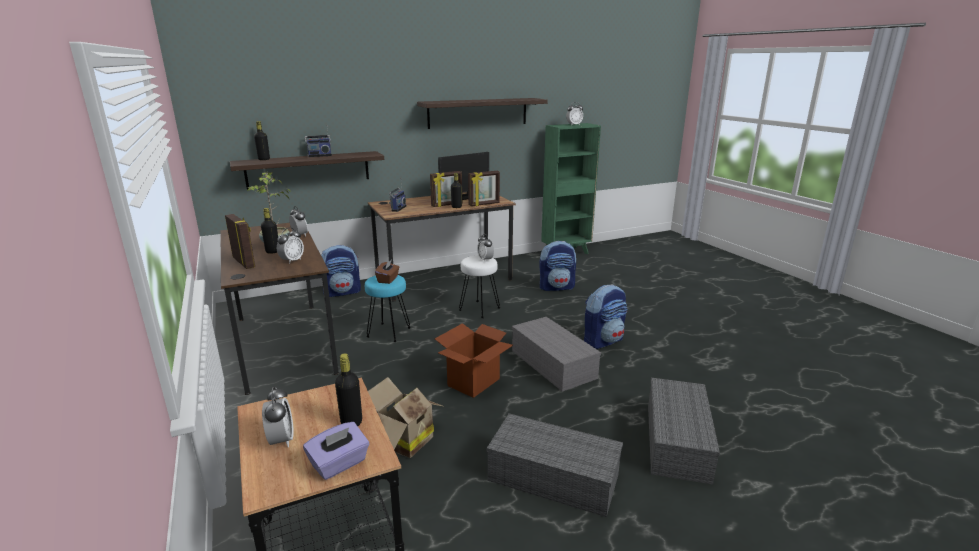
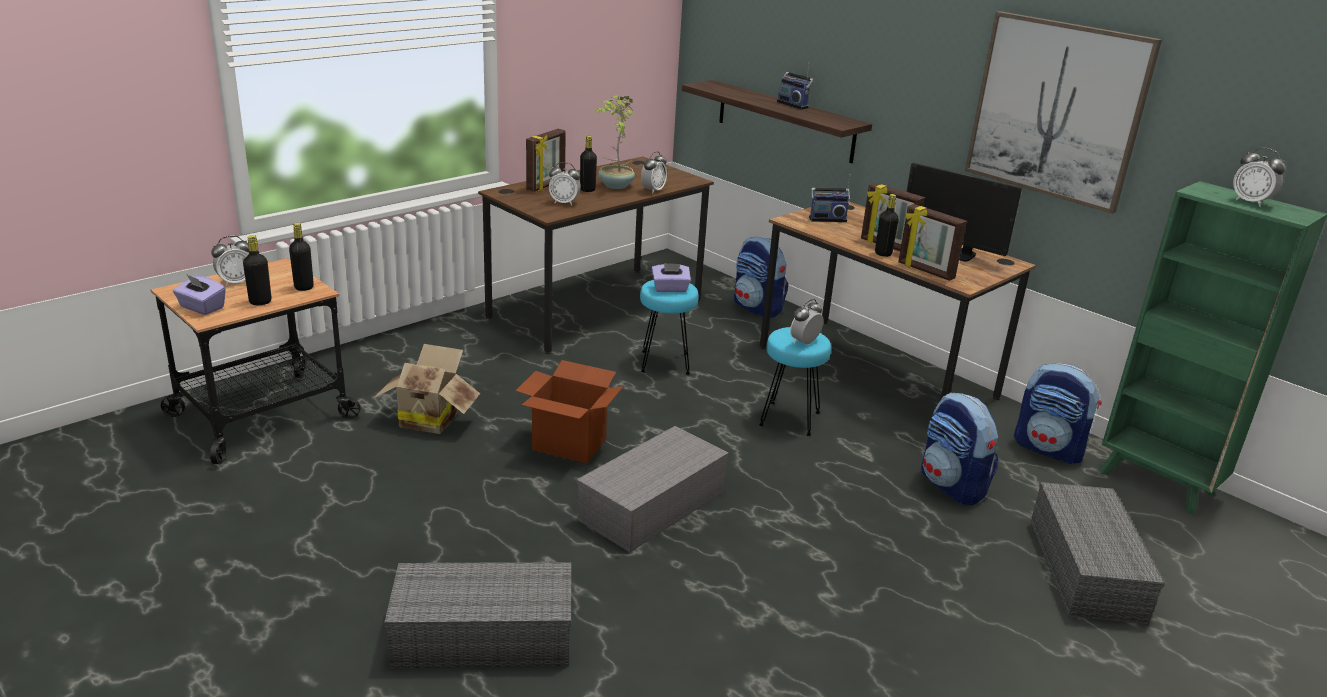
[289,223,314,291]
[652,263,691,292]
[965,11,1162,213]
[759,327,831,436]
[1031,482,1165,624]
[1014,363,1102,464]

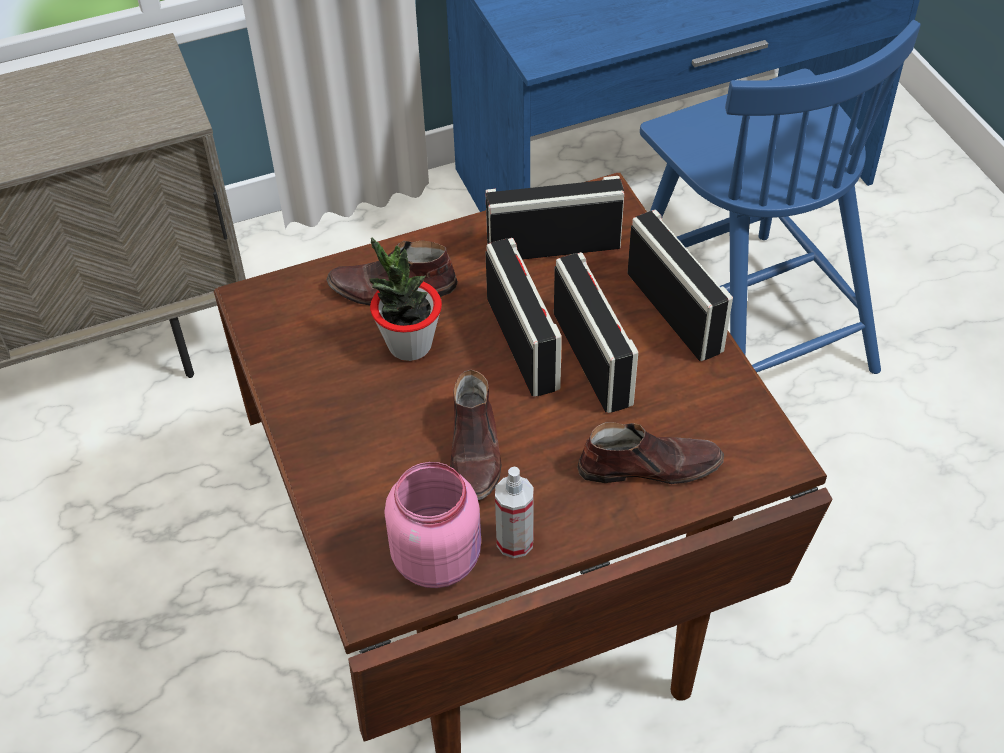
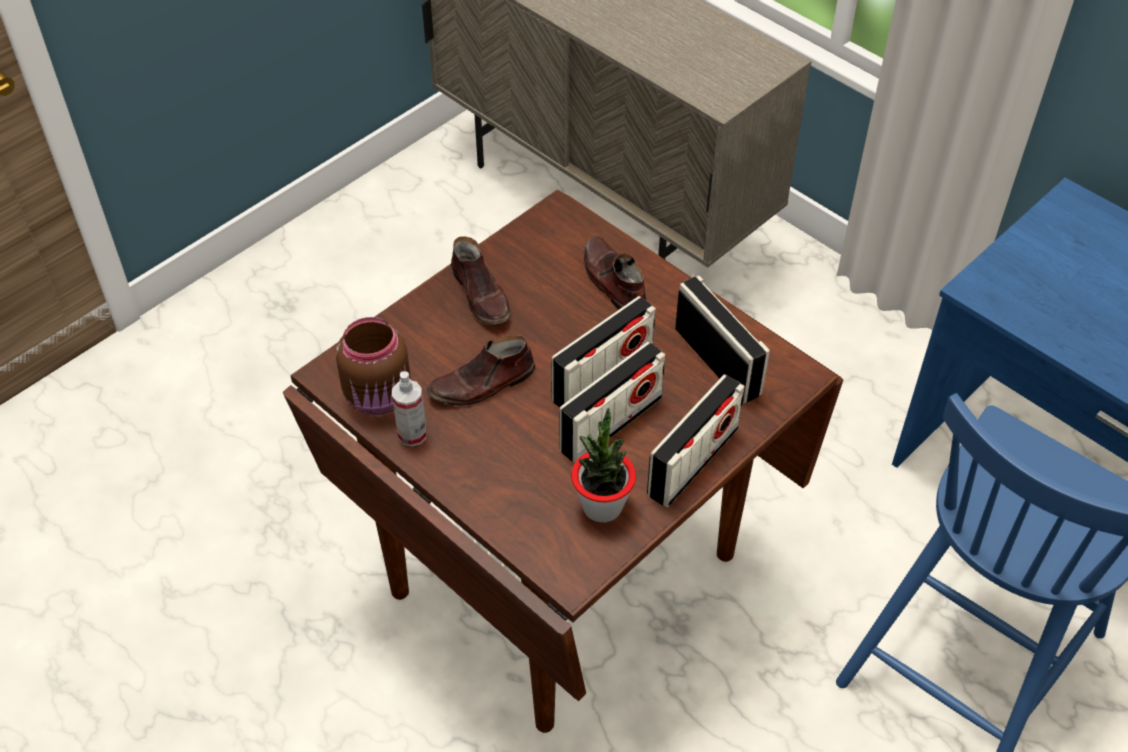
[571,408,636,523]
[336,317,411,415]
[451,236,510,324]

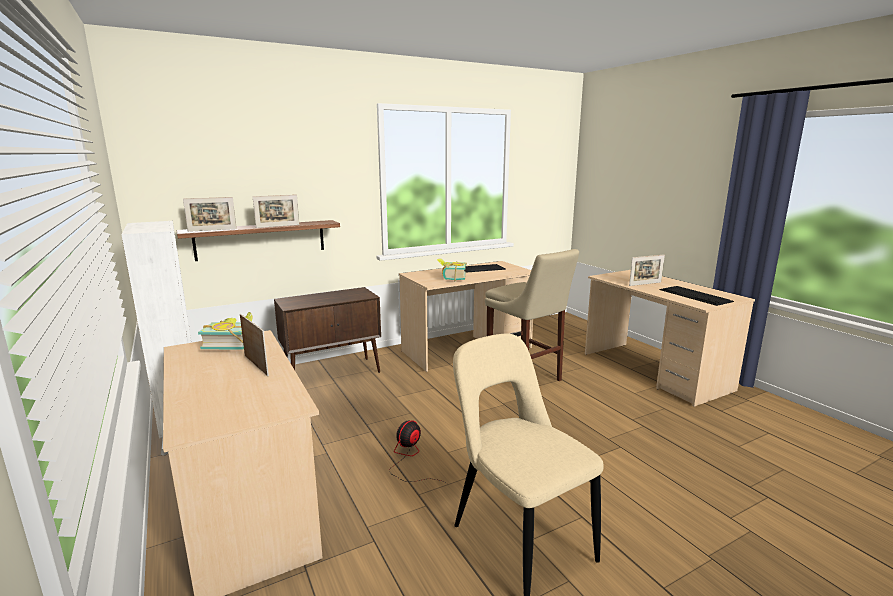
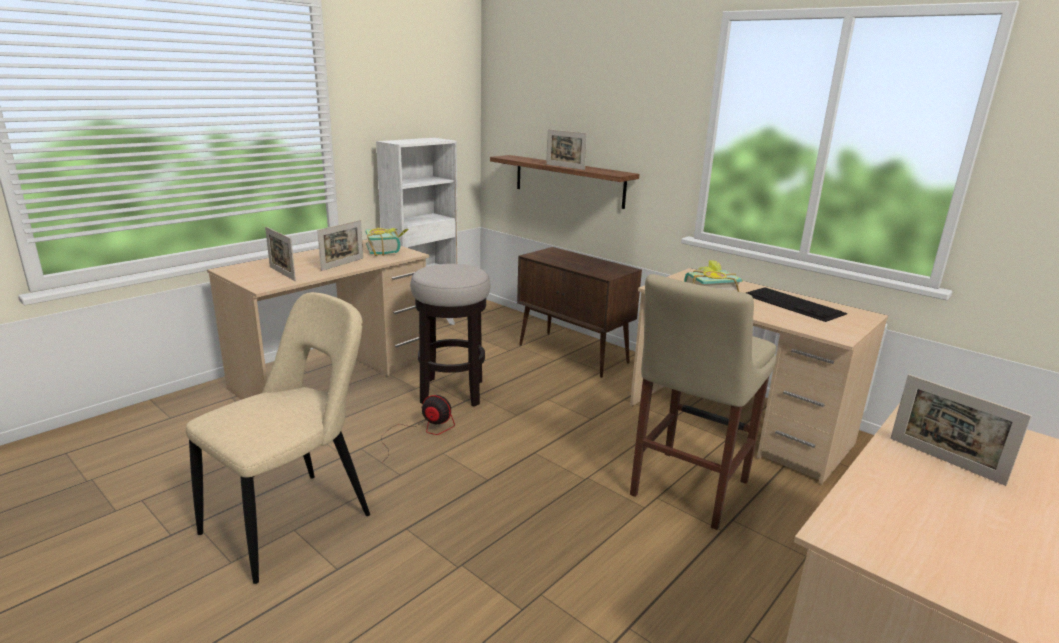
[265,227,296,281]
[659,286,734,306] (first image)
[410,264,490,407]

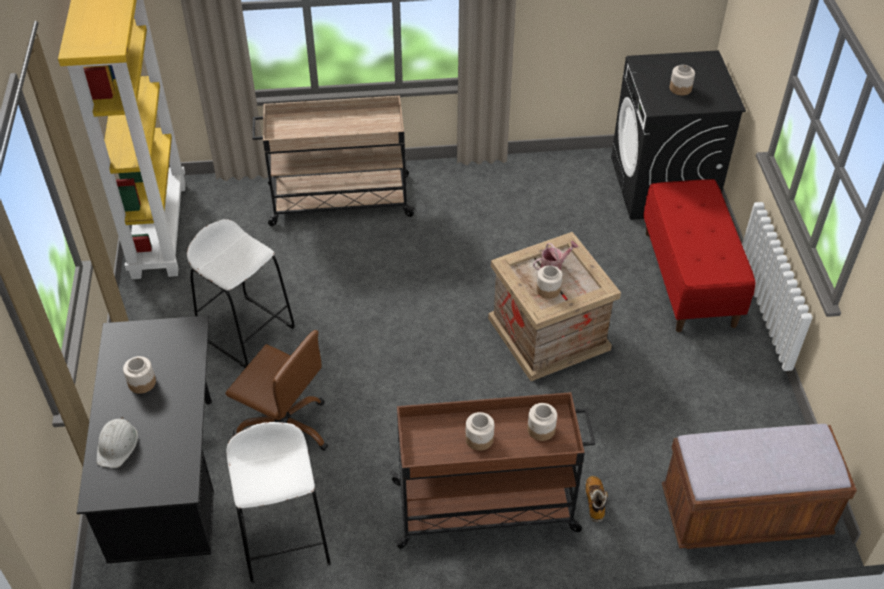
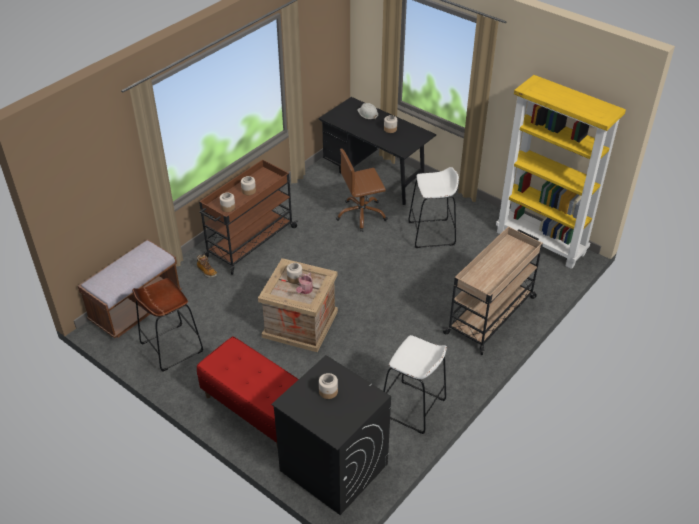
[383,335,447,434]
[132,278,203,372]

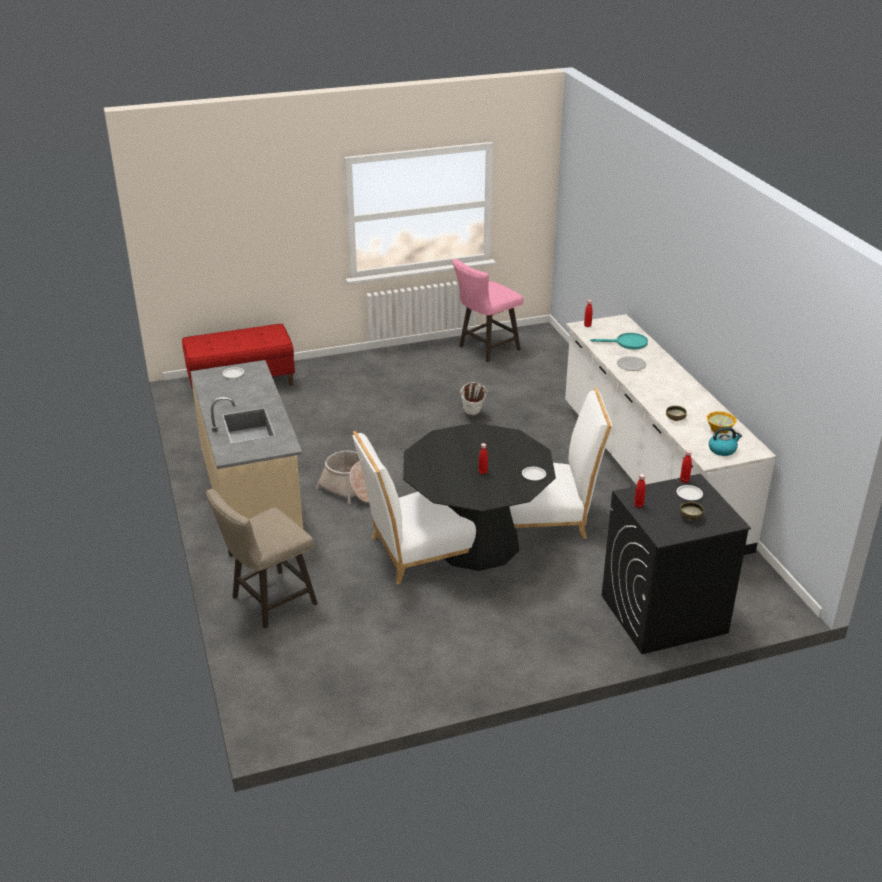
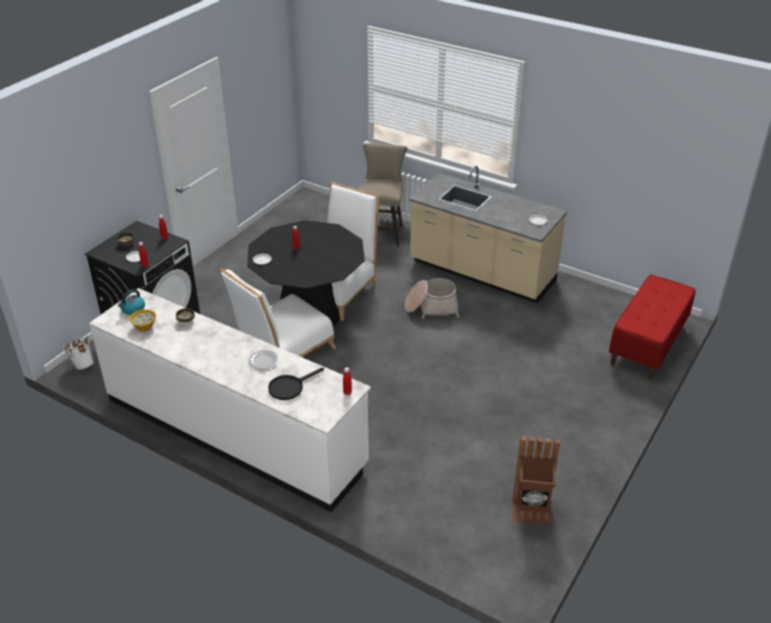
[512,436,560,525]
[63,336,94,370]
[268,367,324,400]

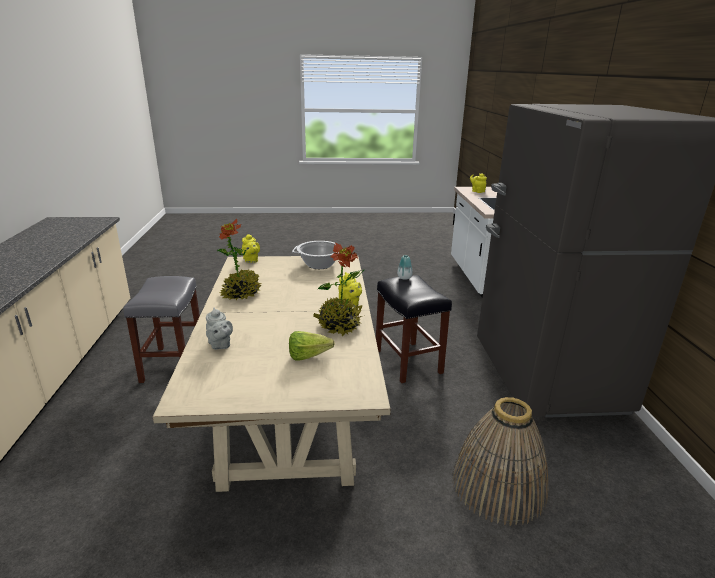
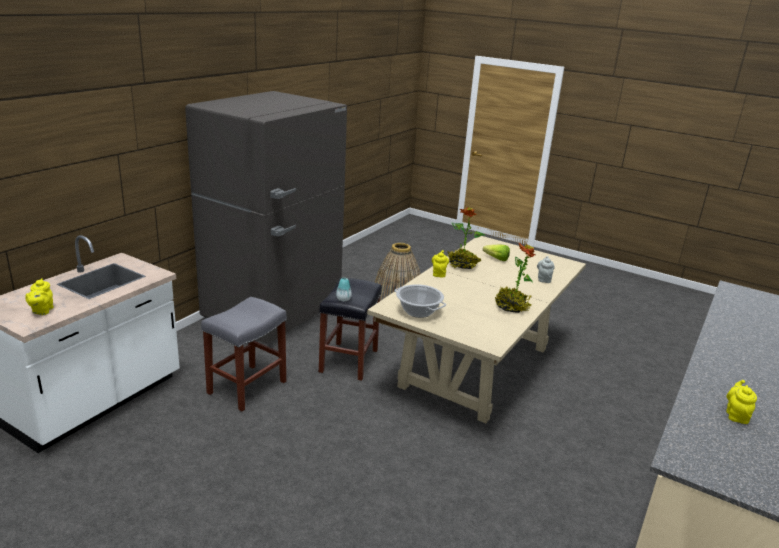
[201,297,287,411]
[726,380,757,424]

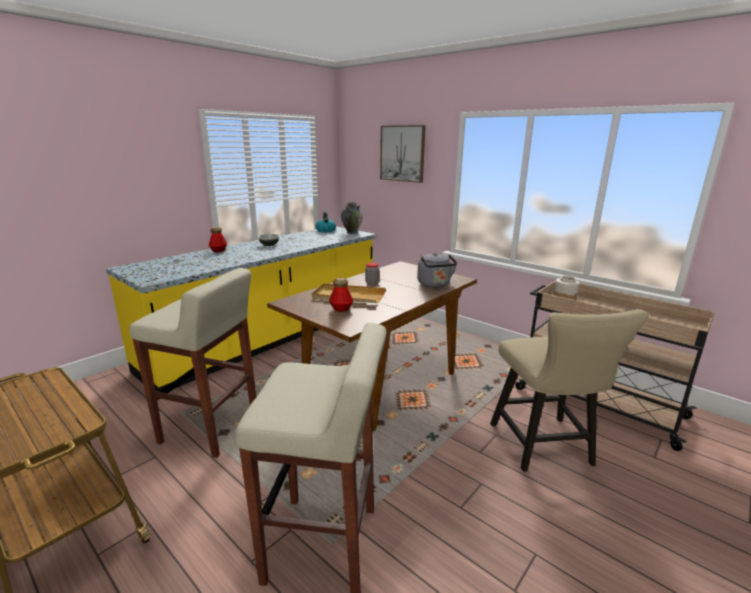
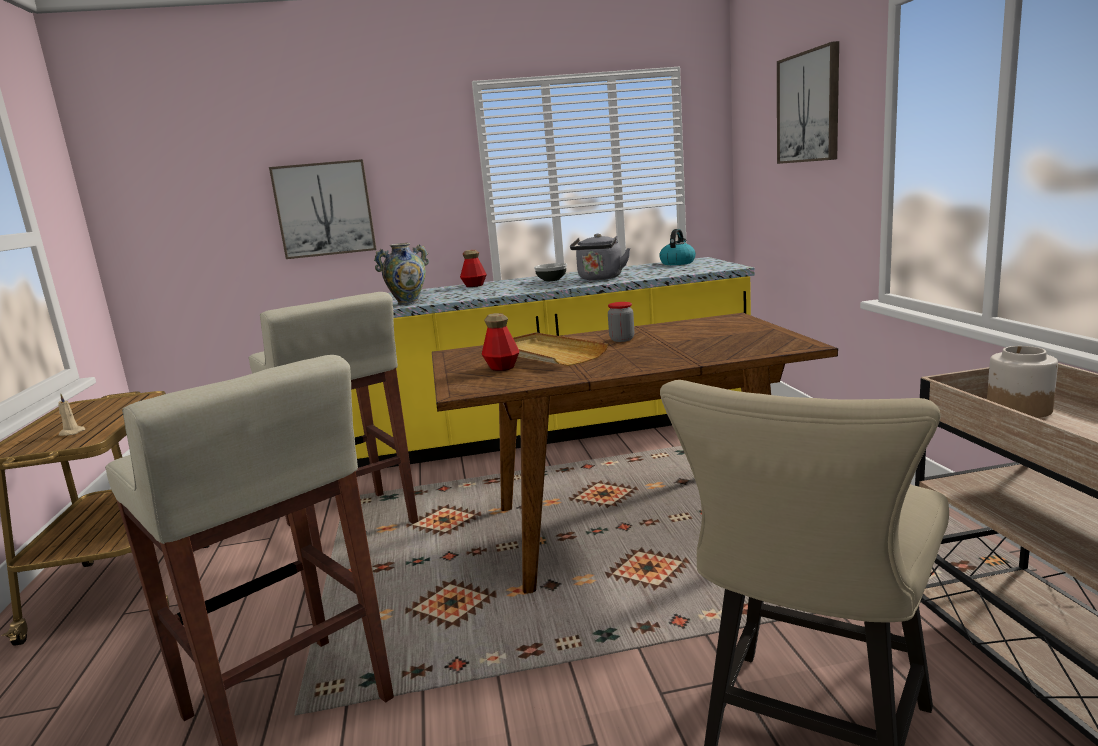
[374,243,429,305]
[570,234,630,280]
[58,394,85,436]
[269,159,377,259]

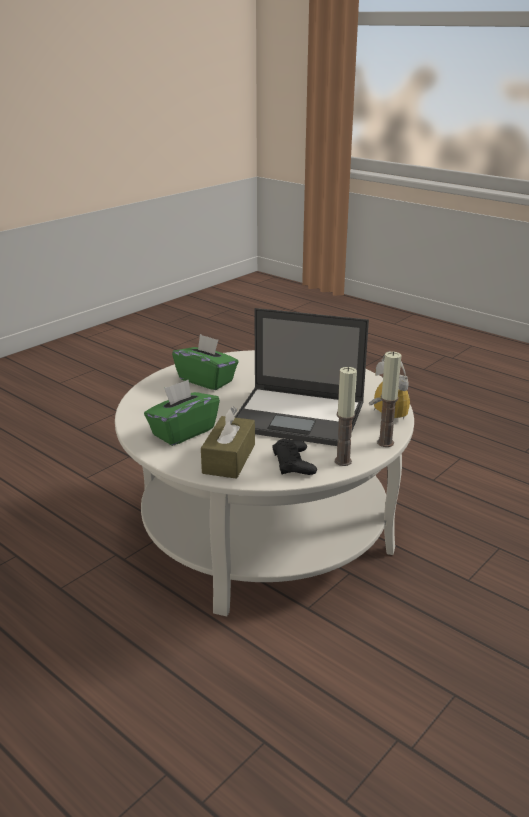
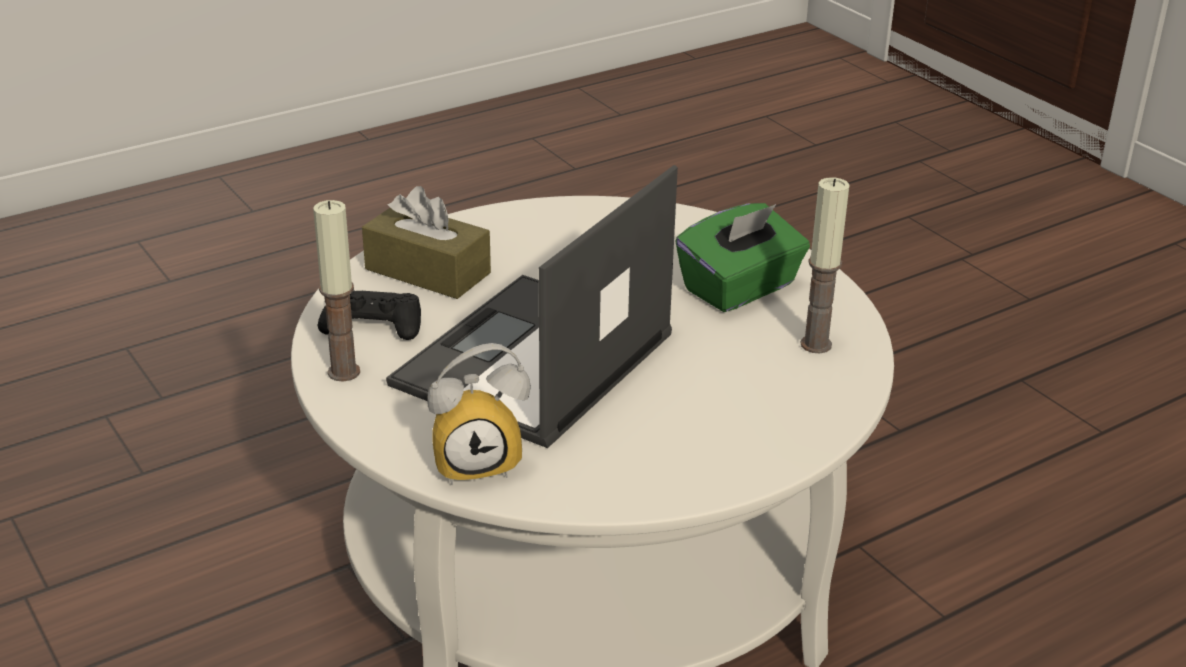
[144,380,220,446] (first image)
[801,177,850,353]

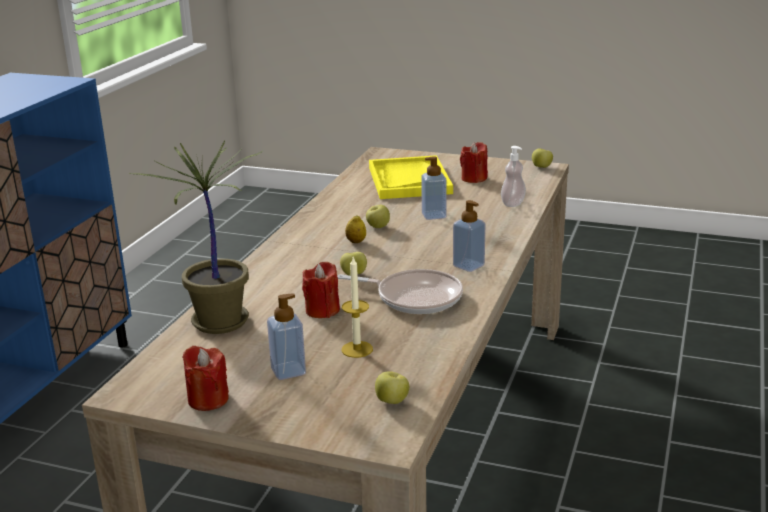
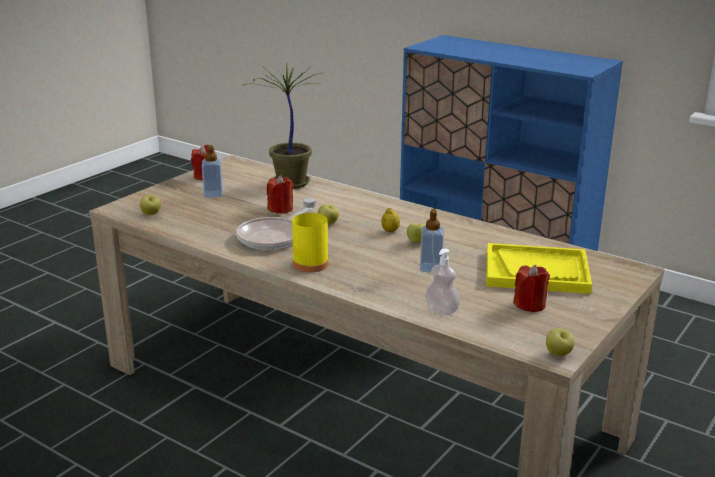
[342,257,373,358] (first image)
[292,198,329,272]

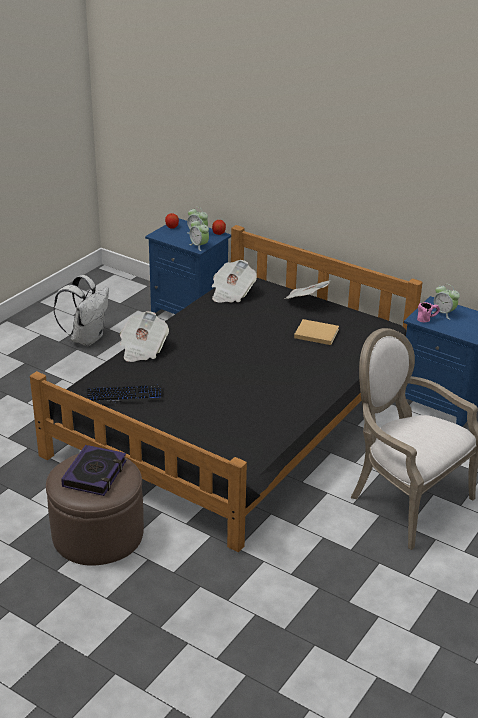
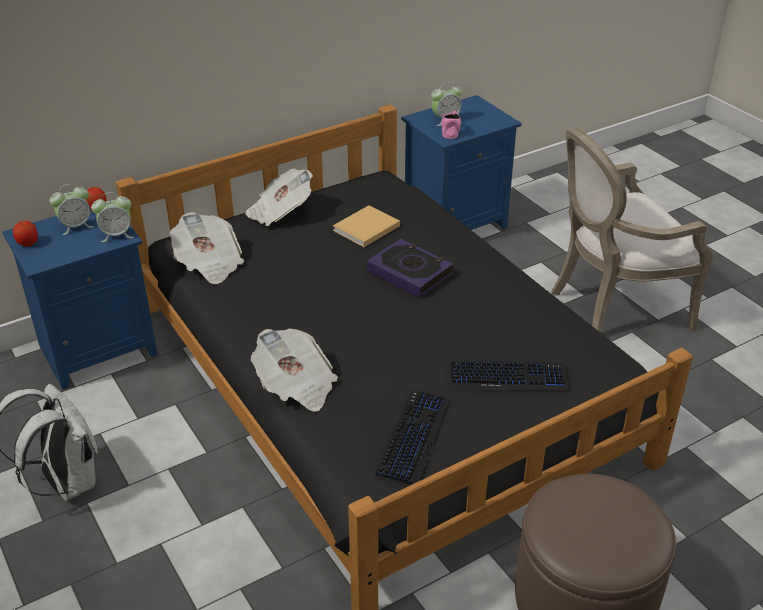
[367,239,454,298]
[450,360,568,390]

